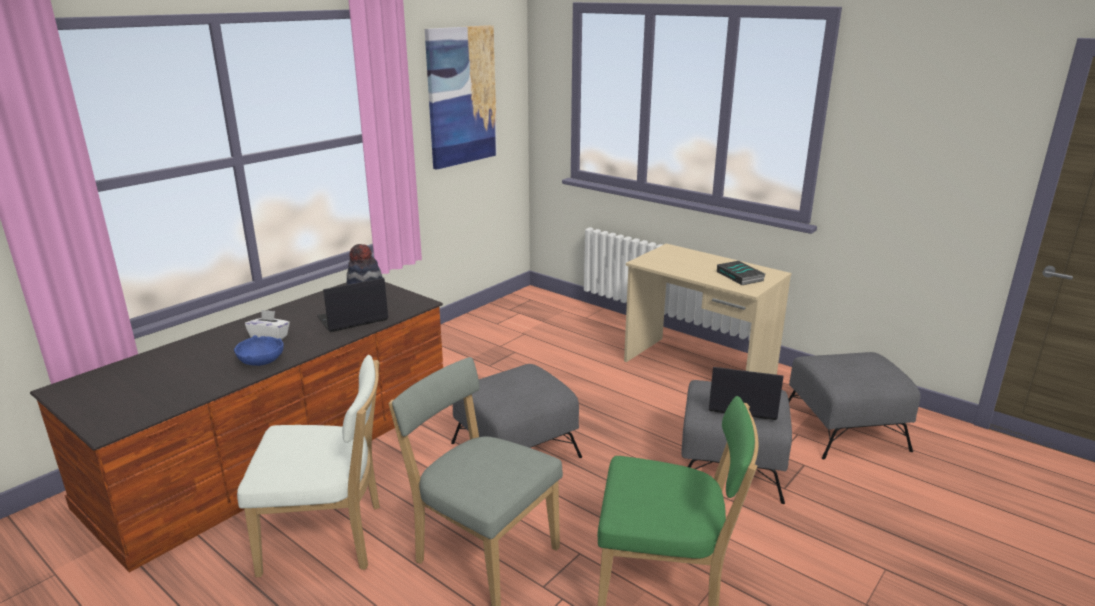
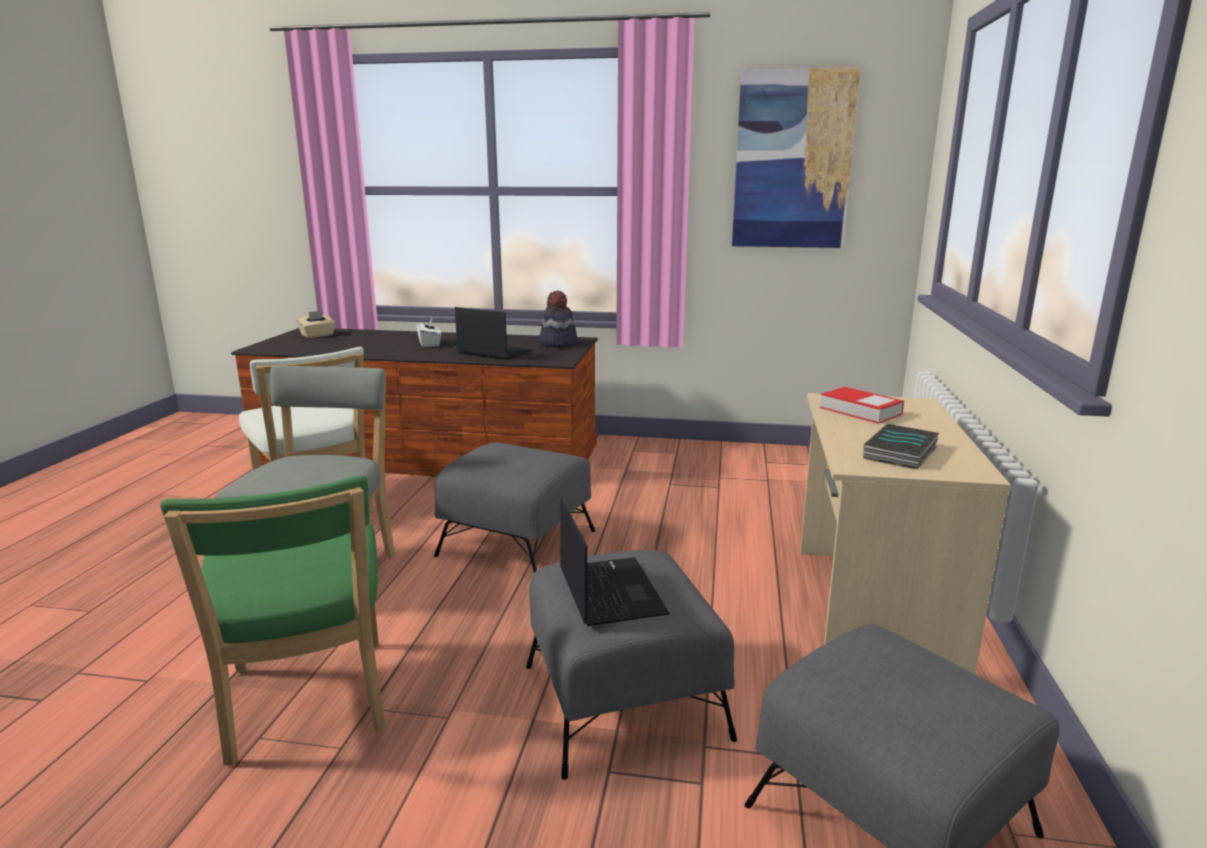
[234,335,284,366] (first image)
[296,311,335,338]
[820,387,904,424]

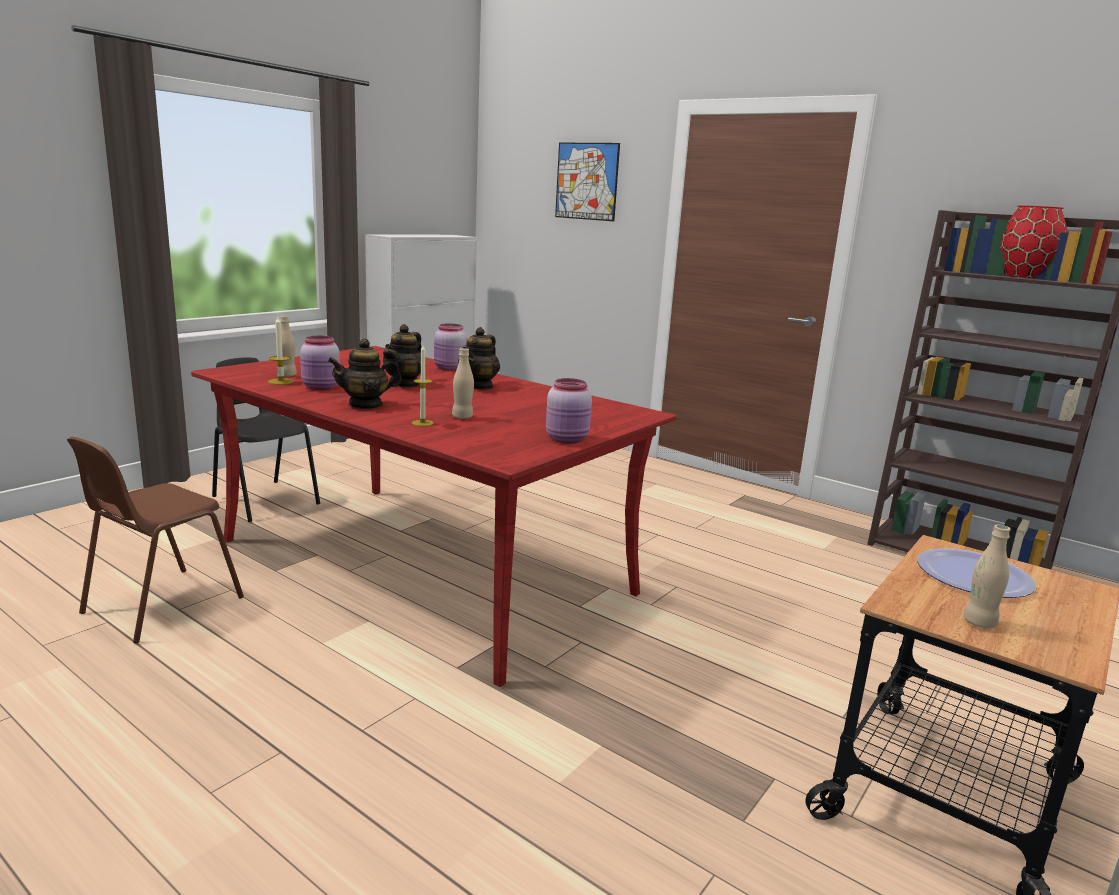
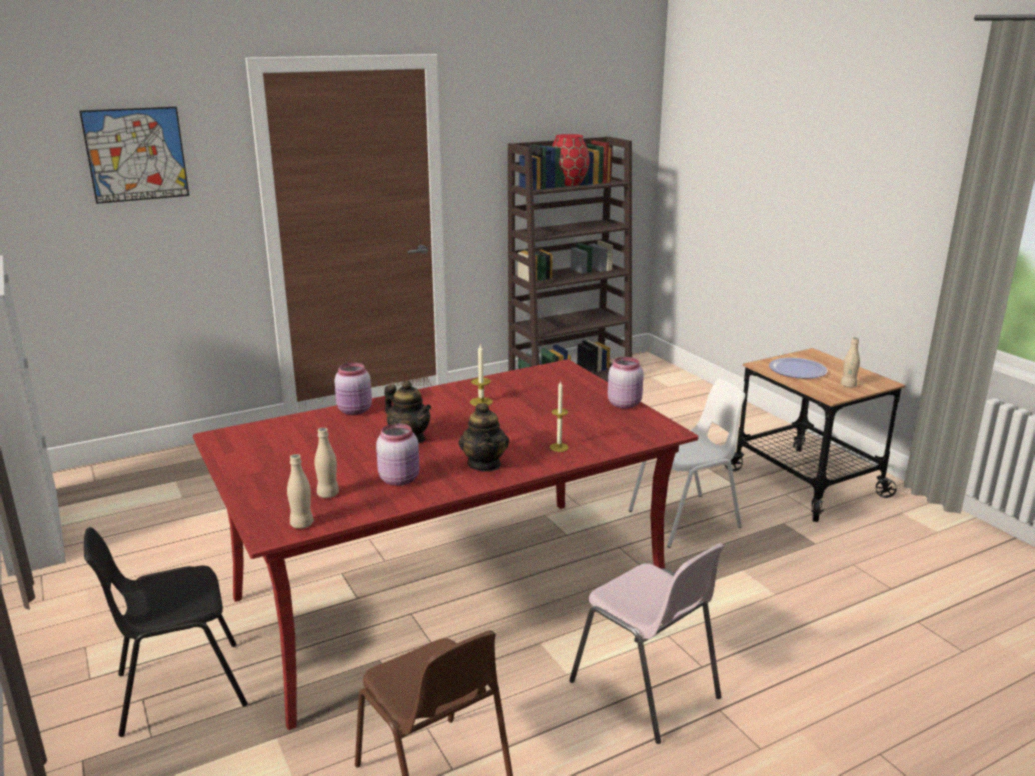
[470,344,493,406]
[287,454,314,529]
[458,327,500,390] (first image)
[569,543,725,744]
[628,379,745,548]

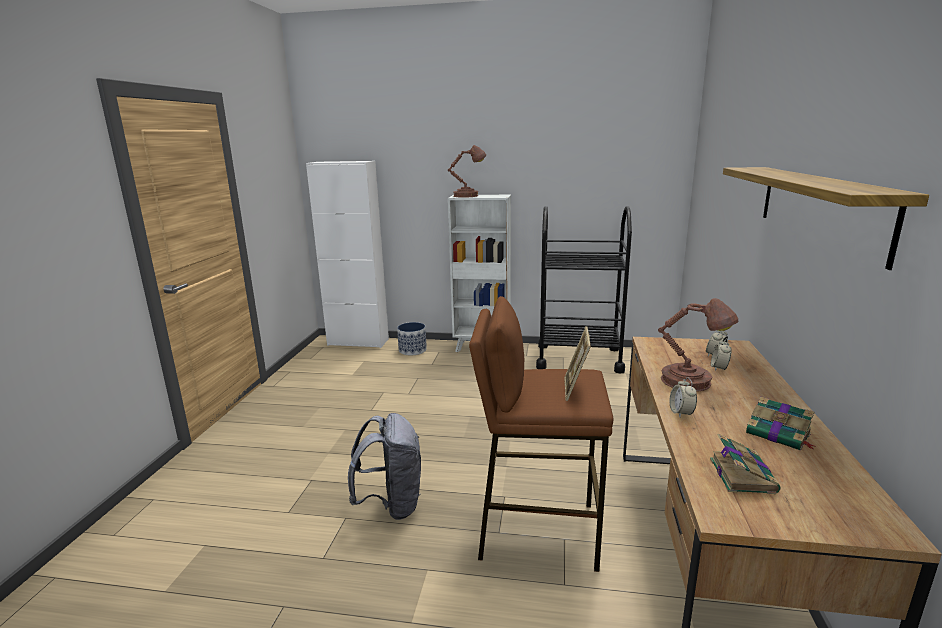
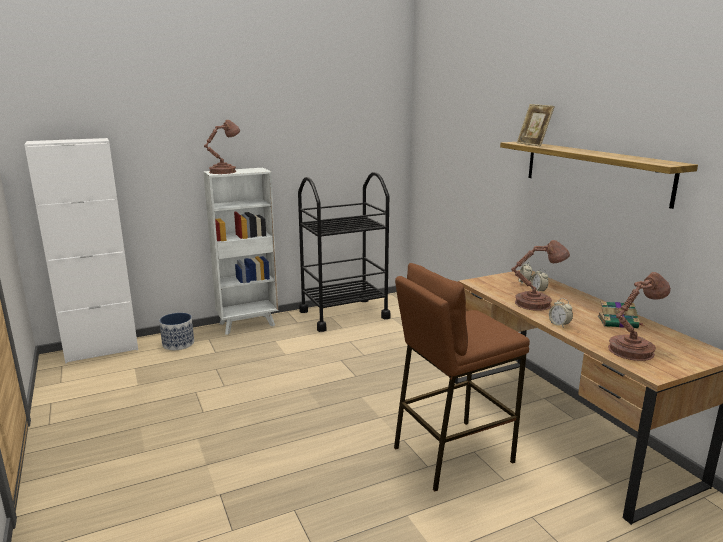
[348,413,421,520] (first image)
[517,104,555,147]
[608,272,671,361]

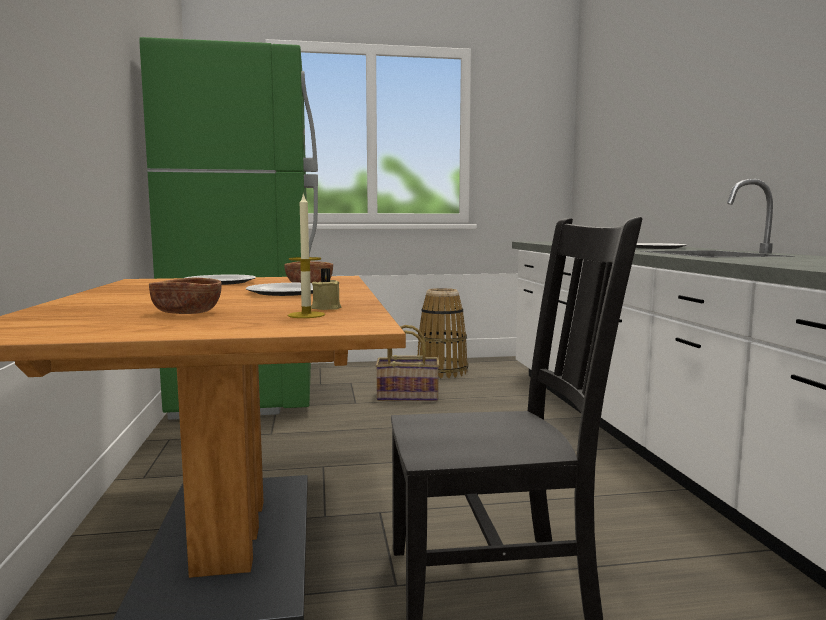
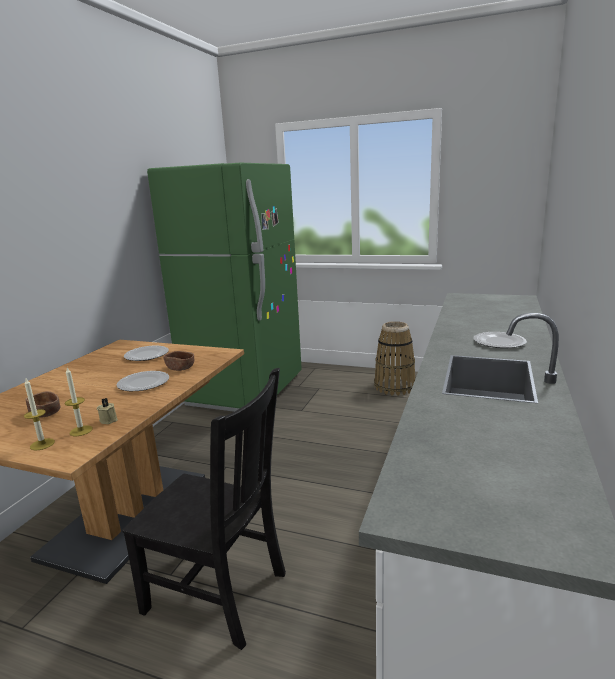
[375,325,439,401] (first image)
[24,379,55,451]

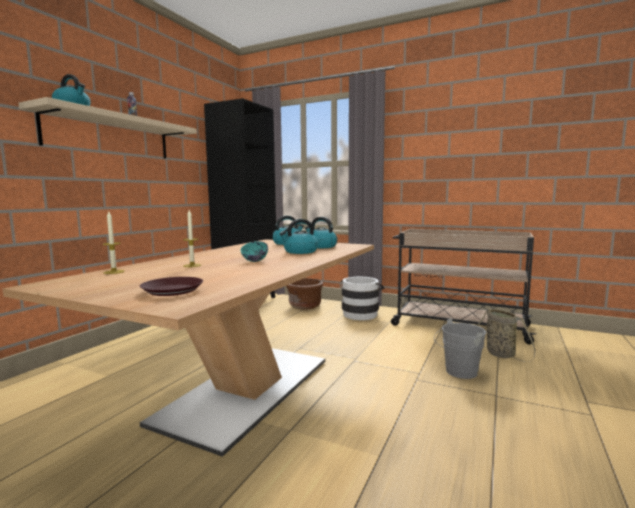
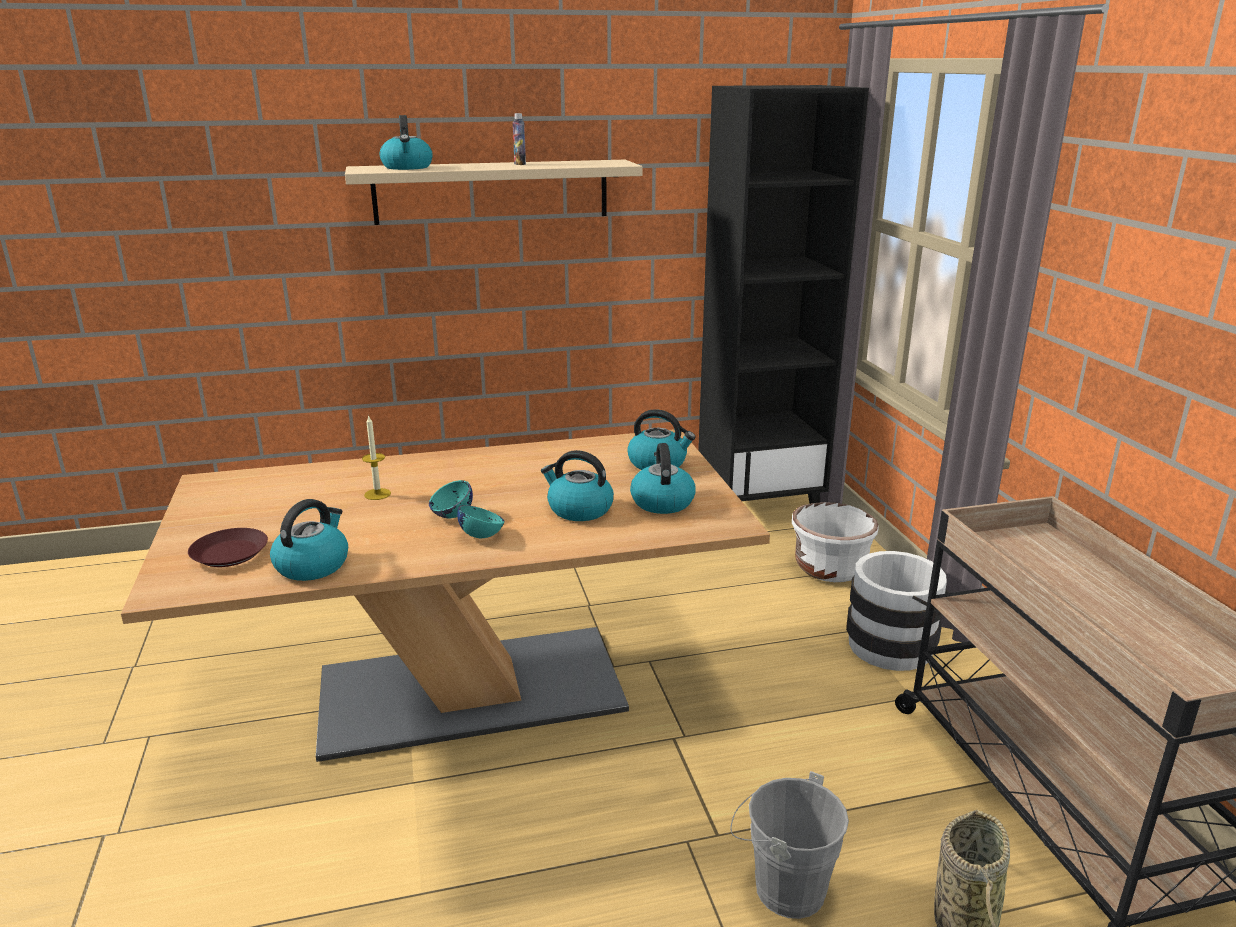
[102,212,125,274] (first image)
[792,502,879,582]
[270,499,348,581]
[457,505,504,538]

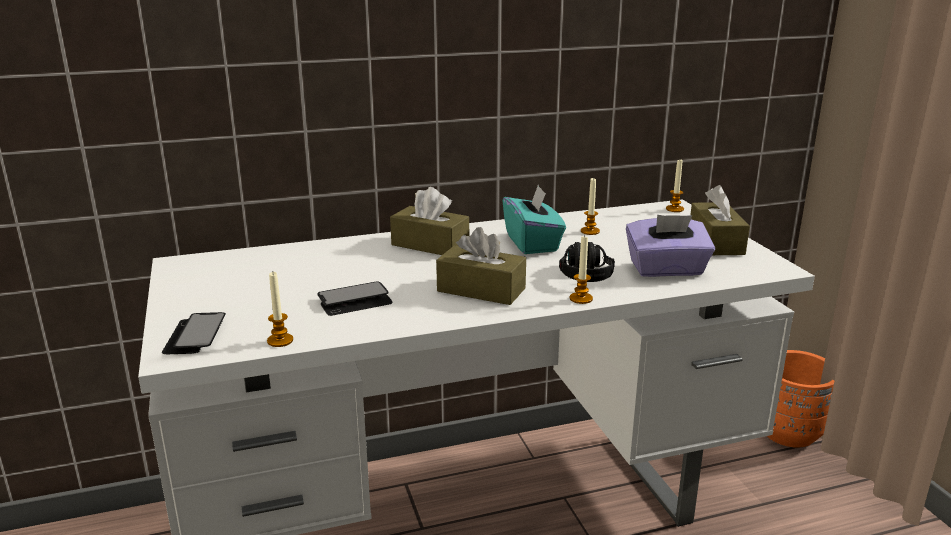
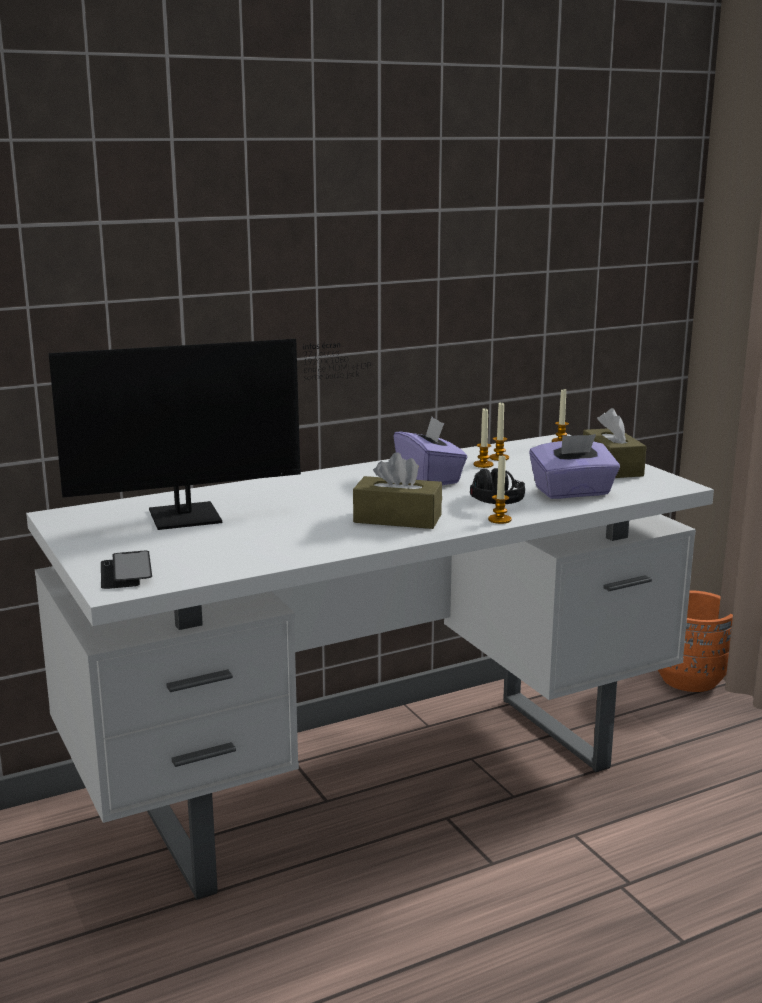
[490,401,509,461]
[317,281,393,316] (first image)
[390,187,469,255] (first image)
[393,417,467,485]
[49,339,371,530]

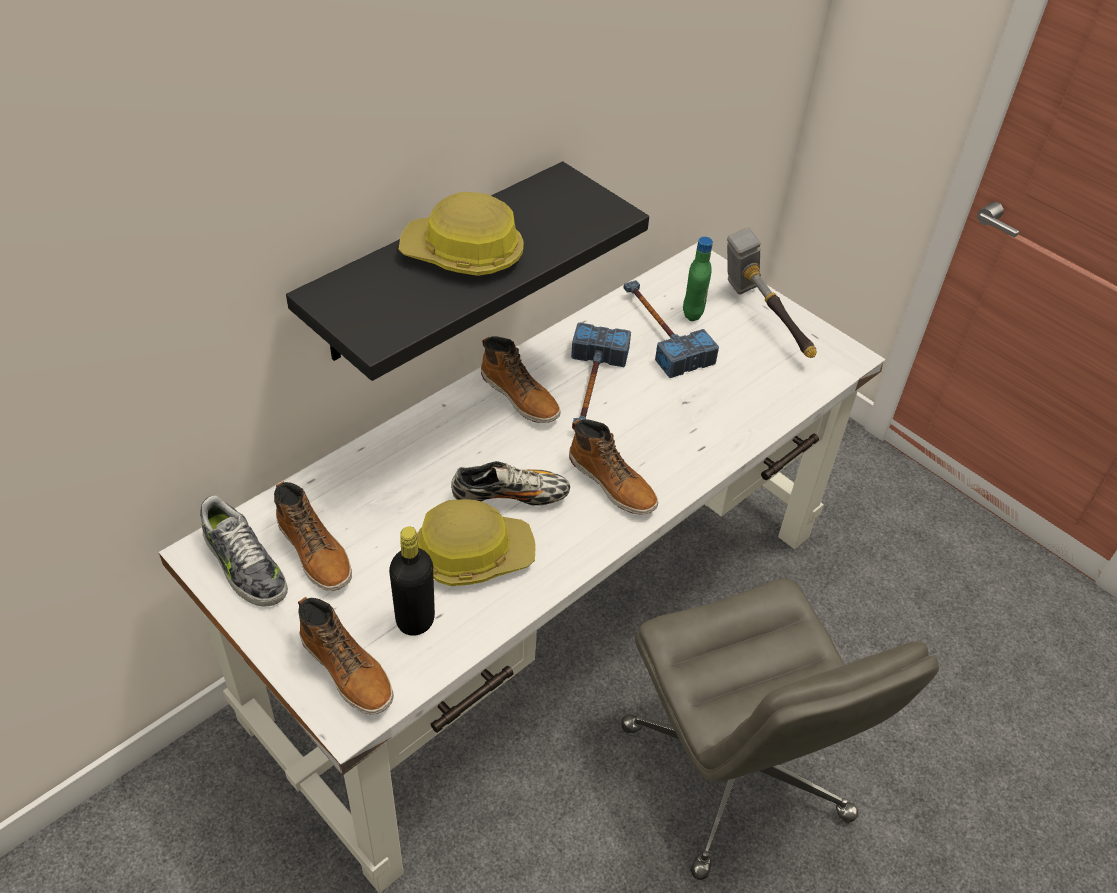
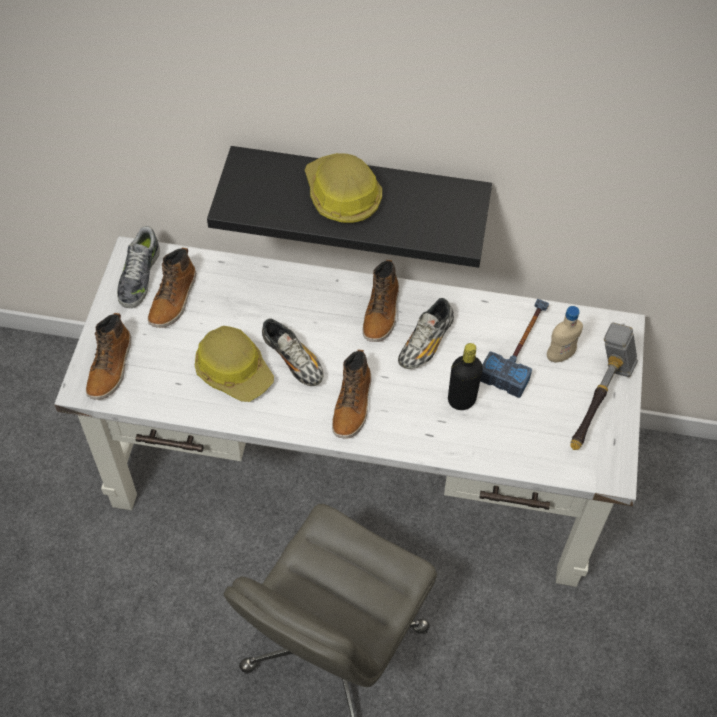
[448,343,483,410]
[398,298,454,369]
[547,306,583,362]

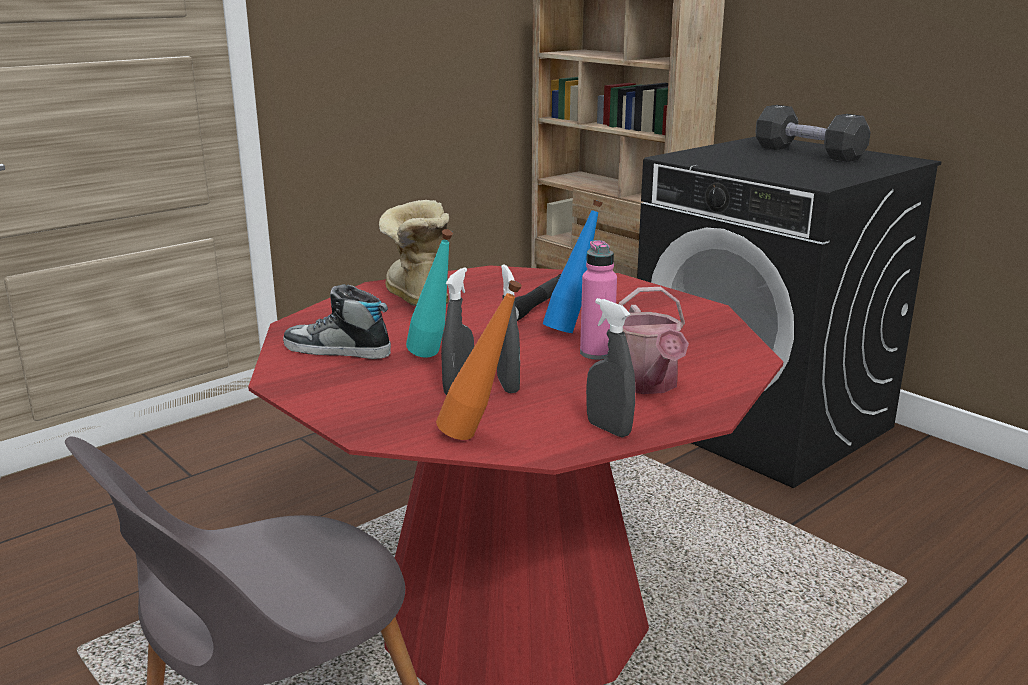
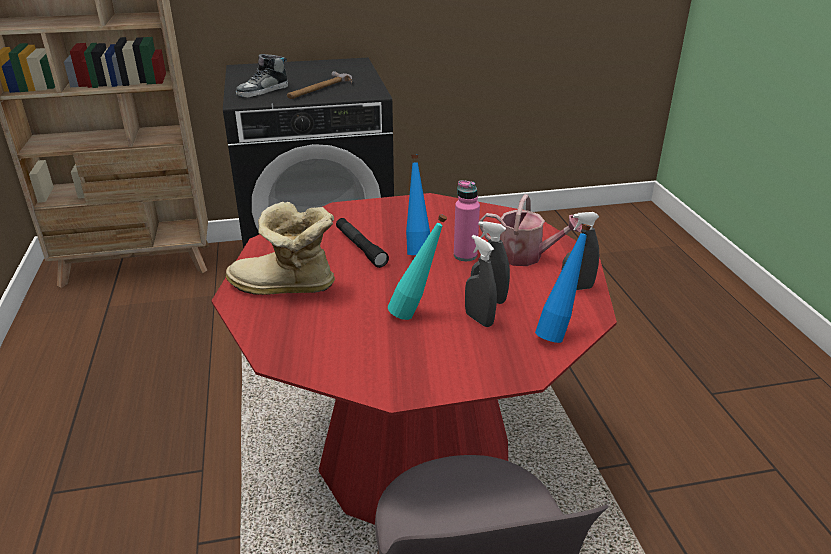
[236,54,288,97]
[535,224,591,343]
[756,105,871,162] (first image)
[287,71,352,99]

